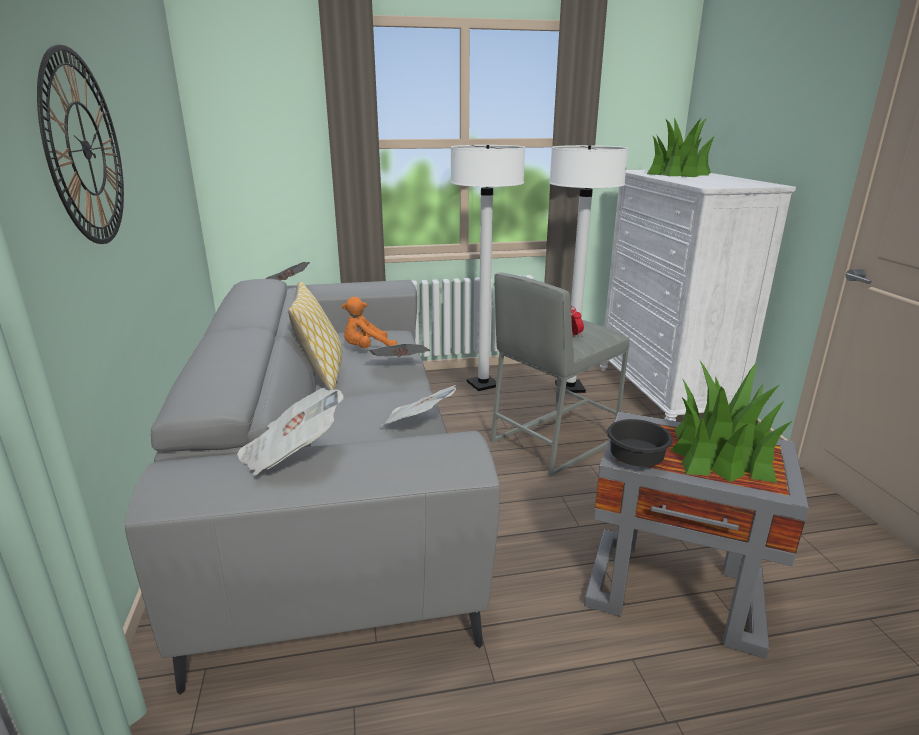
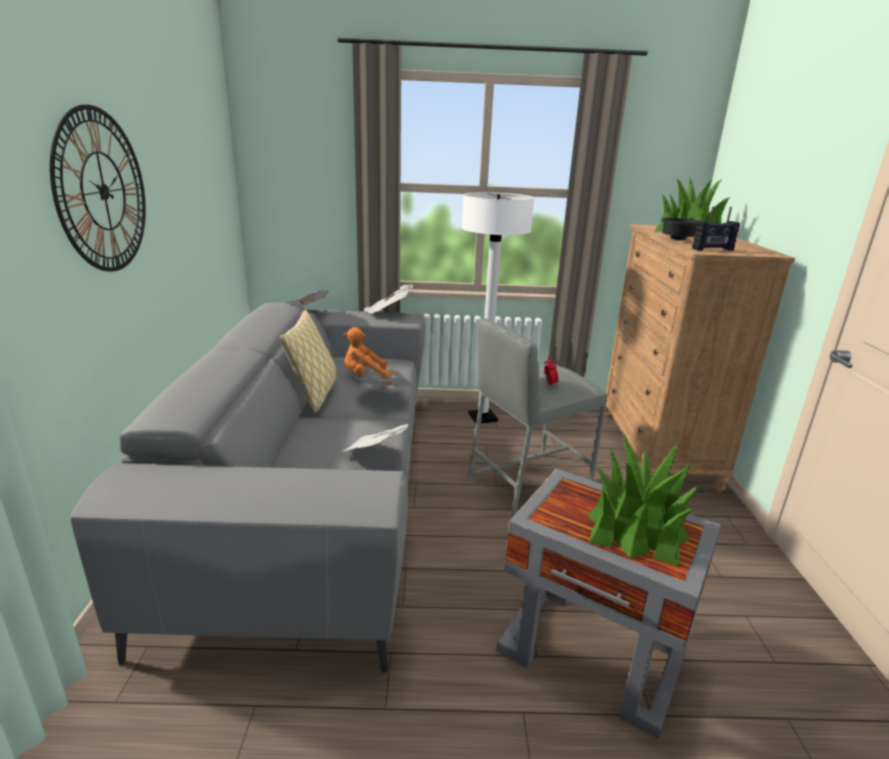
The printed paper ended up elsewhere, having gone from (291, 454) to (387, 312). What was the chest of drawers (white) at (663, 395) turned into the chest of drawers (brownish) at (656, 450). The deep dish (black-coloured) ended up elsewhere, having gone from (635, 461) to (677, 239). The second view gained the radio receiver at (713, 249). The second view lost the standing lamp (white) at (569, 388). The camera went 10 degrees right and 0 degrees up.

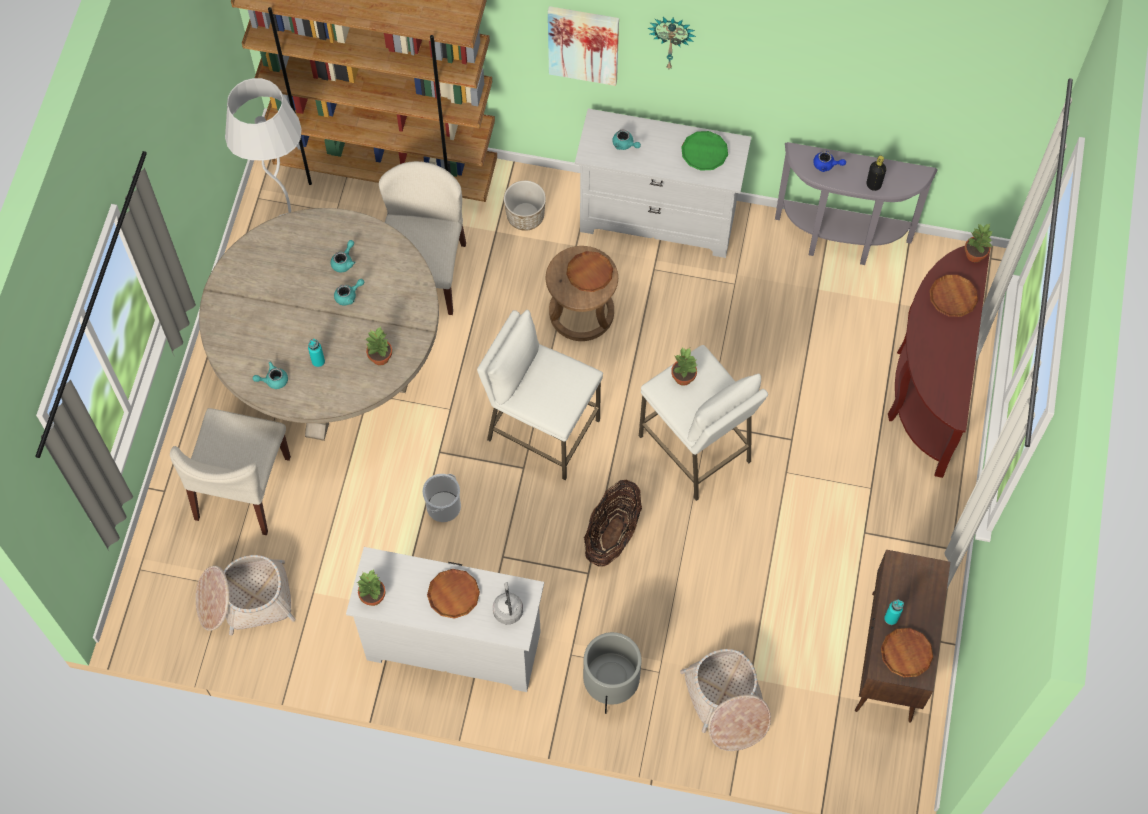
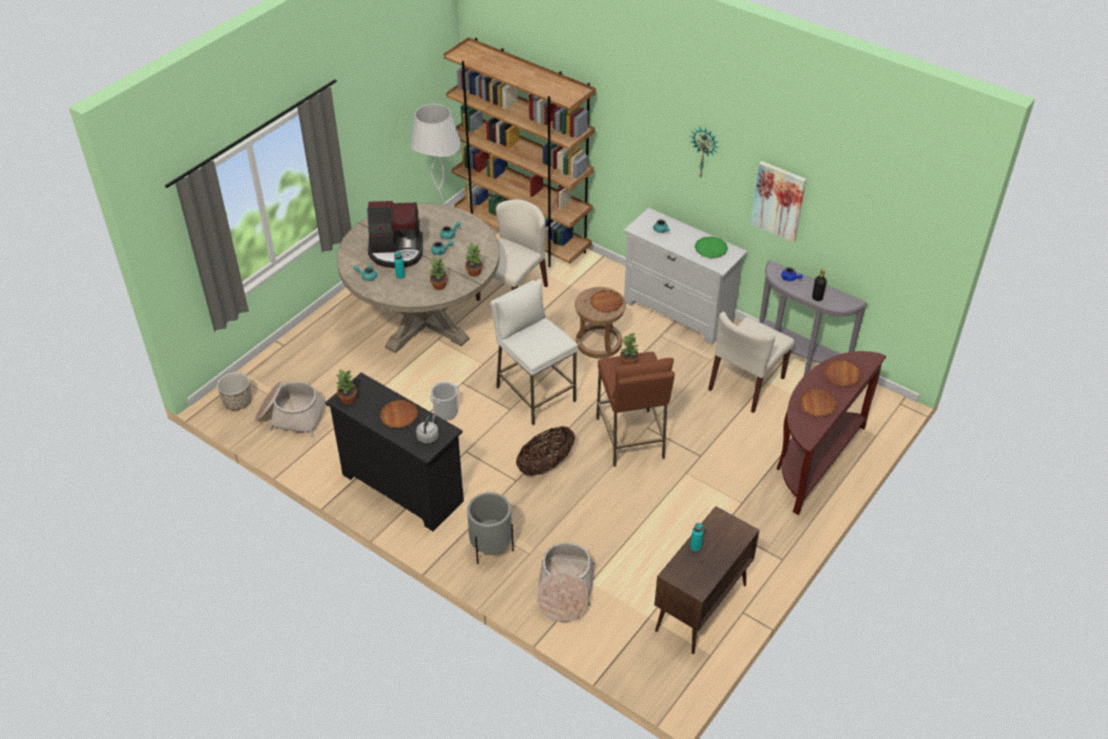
The plant pot ended up elsewhere, having gone from (525, 216) to (238, 401). What was the chest of drawers (white) at (453, 645) turned into the chest of drawers (black-coloured) at (402, 487). The second view gained the coffee maker at (396, 251). The potted plant ended up elsewhere, having gone from (975, 254) to (474, 272). What was the stool (white) at (695, 448) turned into the stool (brownish) at (631, 438). The chair (beige-coloured) ended up elsewhere, having gone from (243, 489) to (746, 384). The wall picture ended up elsewhere, having gone from (583, 44) to (778, 201). The plate (brownish) ended up elsewhere, having gone from (906, 654) to (817, 405). The camera went 25 degrees right and 20 degrees down.

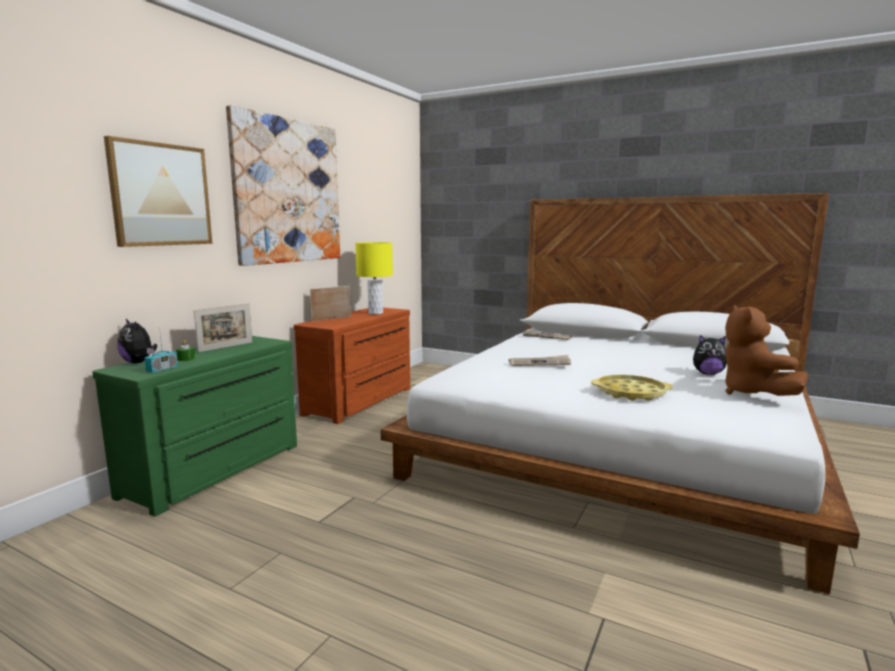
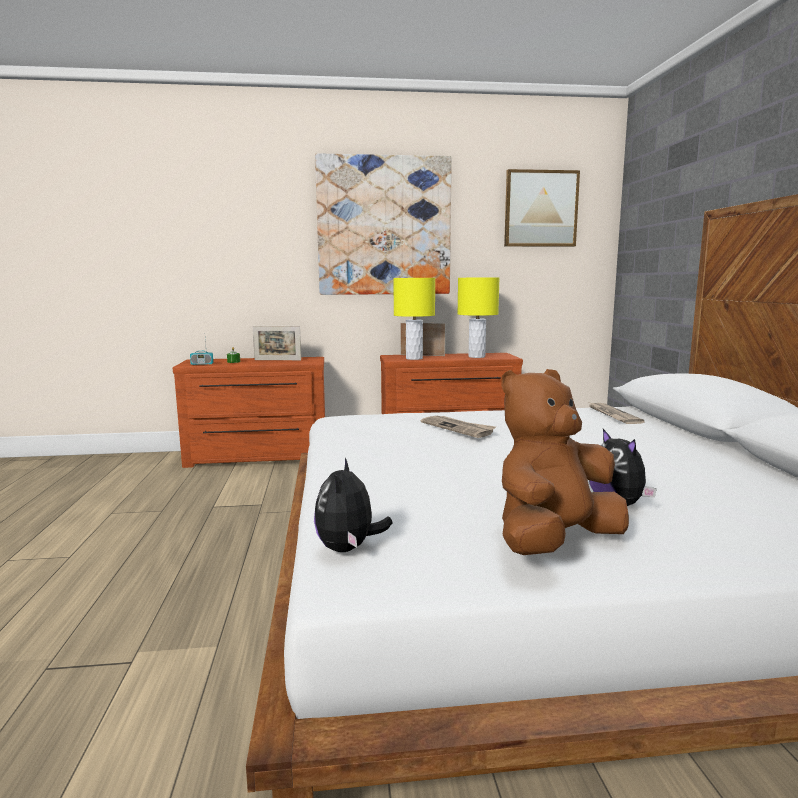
What was the chest of drawers (greenish) at (217, 470) turned into the chest of drawers (brownish) at (257, 458). The plush toy ended up elsewhere, having gone from (139, 362) to (348, 549). The second view gained the lamp for a table (yellowish) at (414, 358). The wall picture ended up elsewhere, having gone from (160, 195) to (540, 209). The second view lost the carrying tray (yellowish) at (630, 393). The camera went 55 degrees right and 0 degrees up.

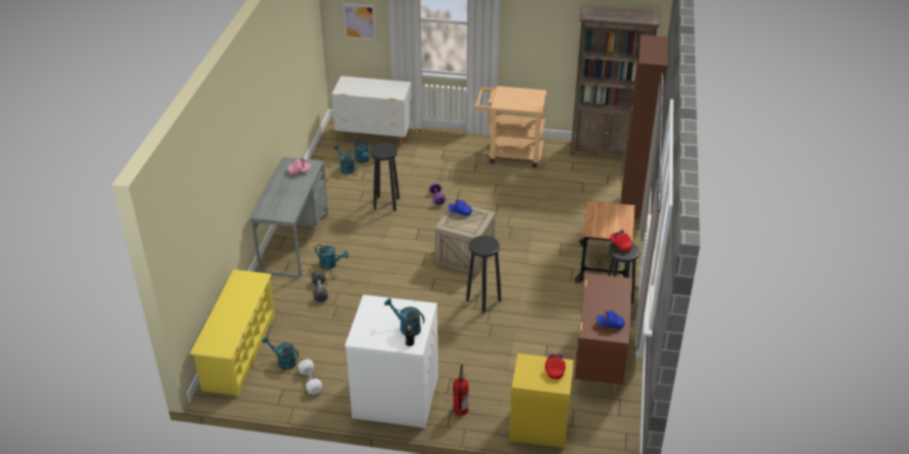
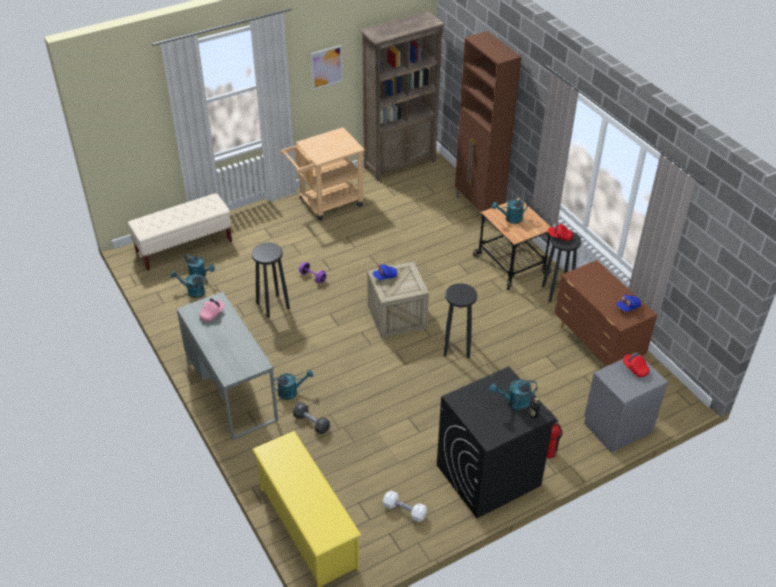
Where the chest of drawers (white) stood at (375, 137), the indoor bench (beige-coloured) came to stand at (184, 247). The wall picture ended up elsewhere, having gone from (359, 21) to (326, 67). What was the laundry machine (white) at (395, 396) turned into the laundry machine (black-coloured) at (488, 476). The sprinkling can (turquoise-coloured) ended up elsewhere, having gone from (283, 361) to (510, 219). What was the night table (yellowish) at (539, 426) turned into the night table (greyish) at (617, 426). The camera went 40 degrees left and 5 degrees up.

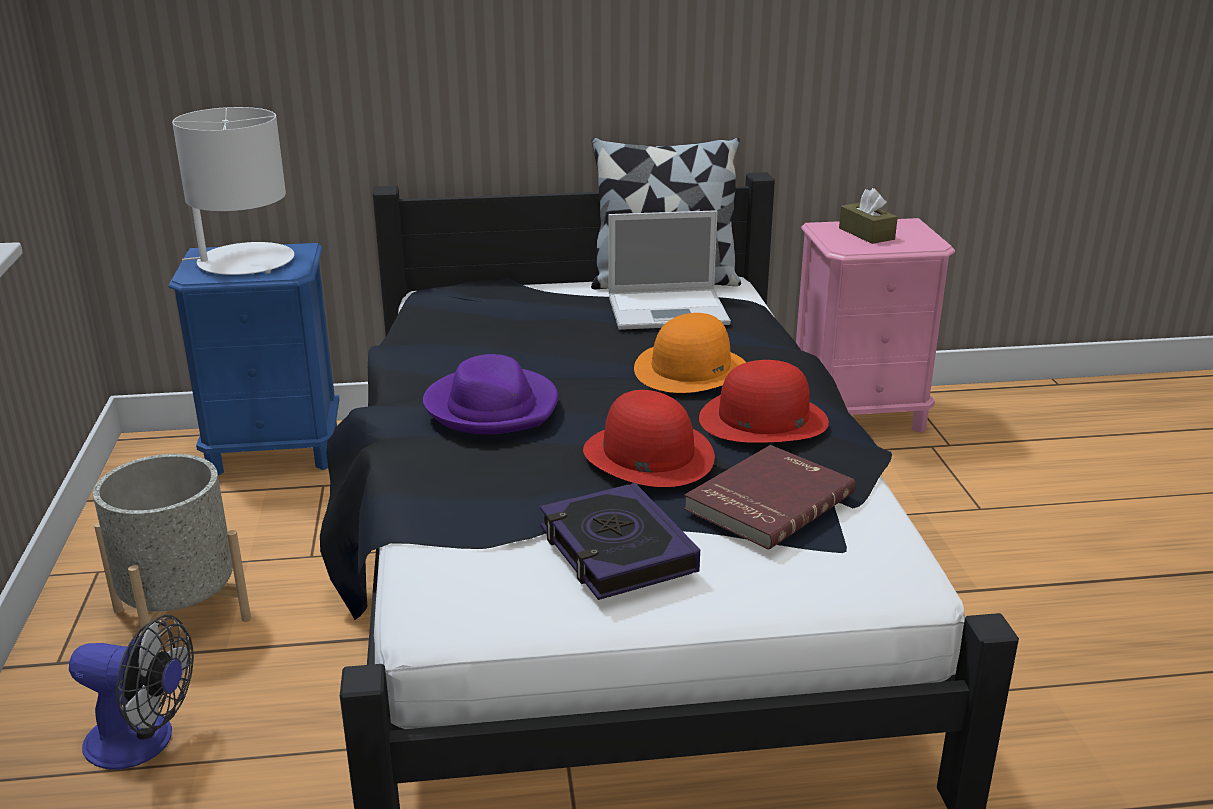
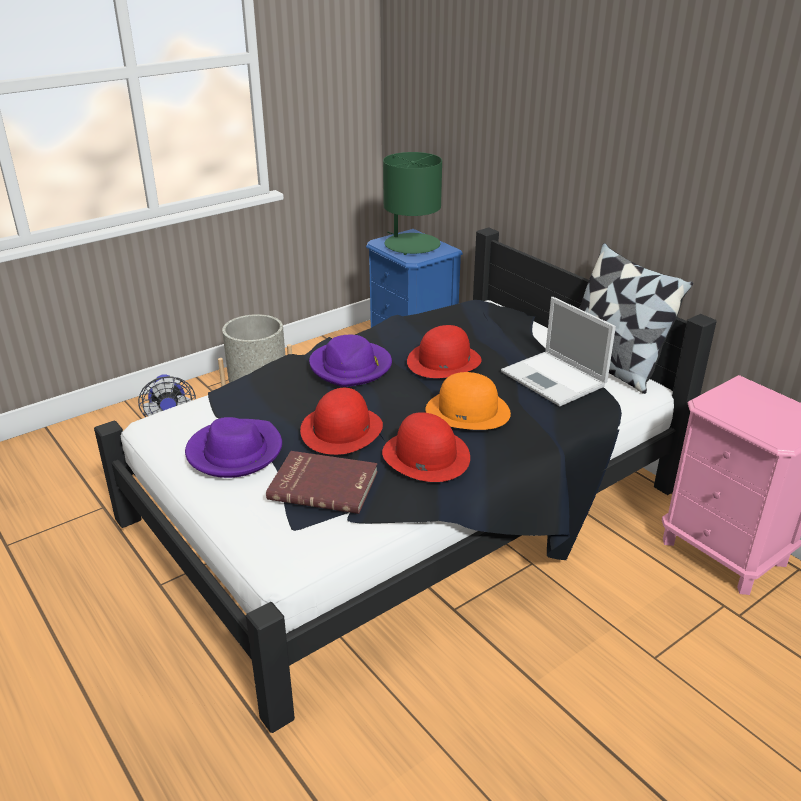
Where the book stood at (616, 550), the clothing hat (purple-coloured) came to stand at (234, 452). What was the lamp for a table (white) at (244, 262) turned into the lamp for a table (greenish) at (411, 245). The second view gained the clothing hat (reddish) at (444, 361). The second view lost the box of tissues (brownish) at (866, 234). The camera went 60 degrees right and 5 degrees up.

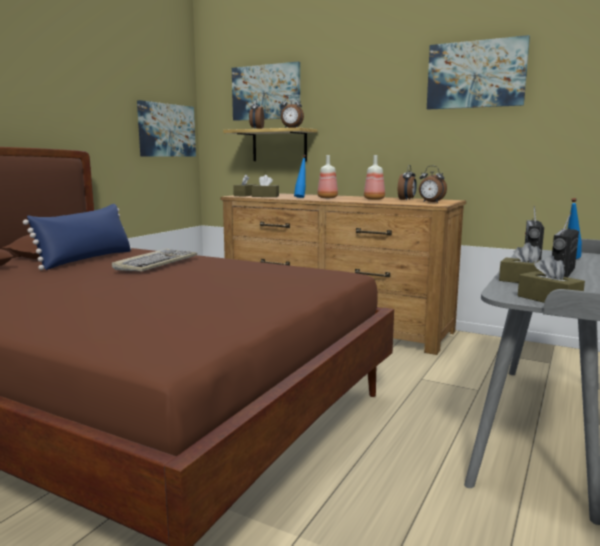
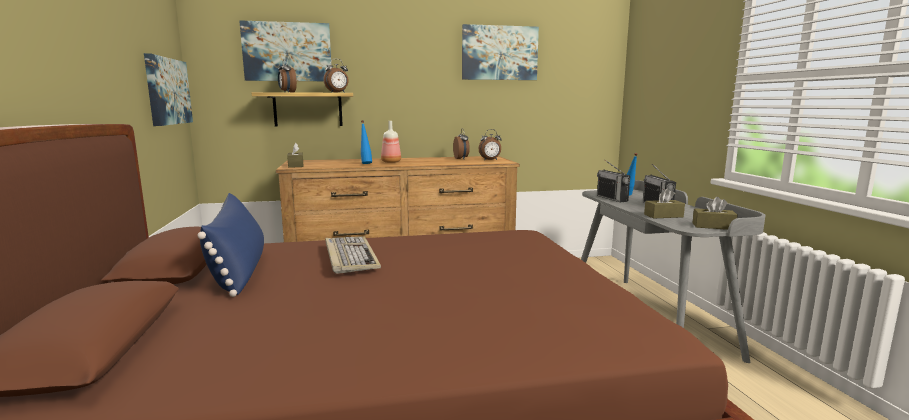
The second view lost the box of tissues (brownish) at (265, 196). The second view lost the drink bottle at (374, 199). The camera went 40 degrees left and 0 degrees up.

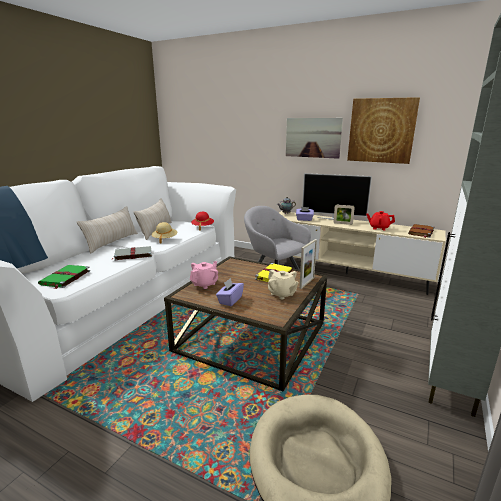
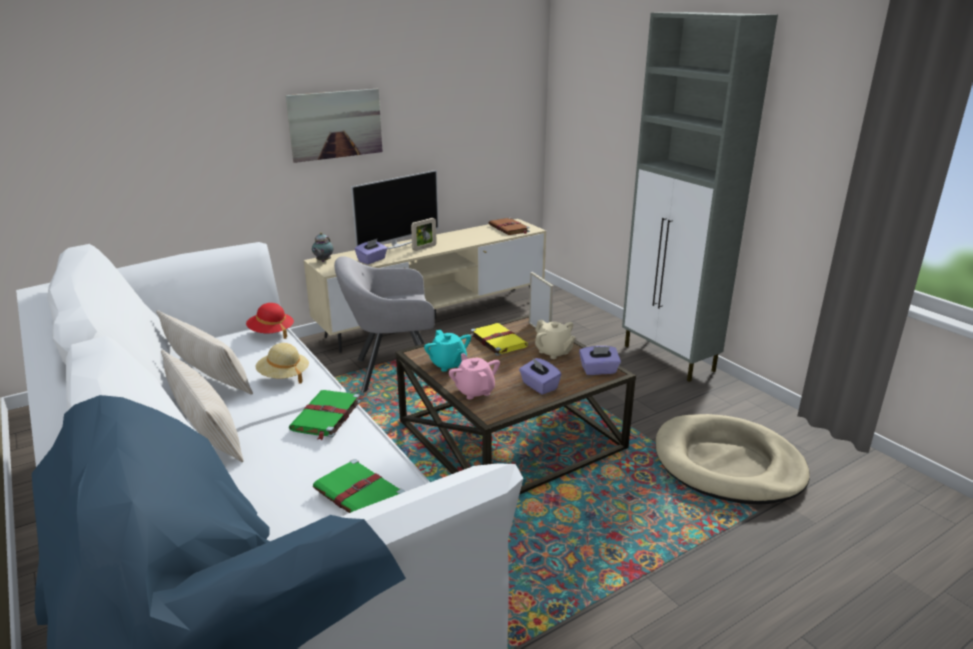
What was the book (greyish) at (132, 254) turned into the book (greenish) at (325, 416). The second view gained the tea pot (turquoise-coloured) at (448, 364). The tea pot (beige-coloured) at (282, 294) ended up facing another way, 60 degrees clockwise from before. The second view gained the box of tissues (purple-coloured) at (599, 370). The second view lost the wall picture at (381, 130). The second view lost the tea pot (reddish) at (379, 228). The camera went 60 degrees left and 5 degrees up.

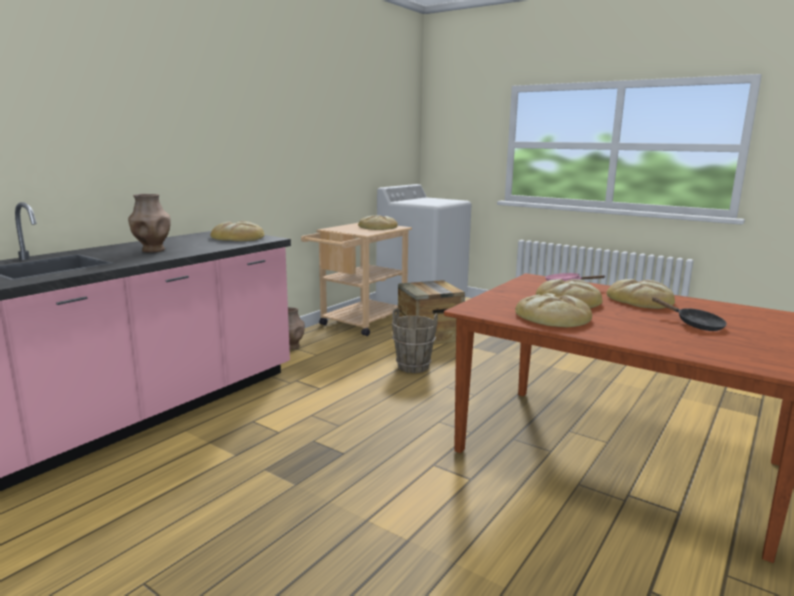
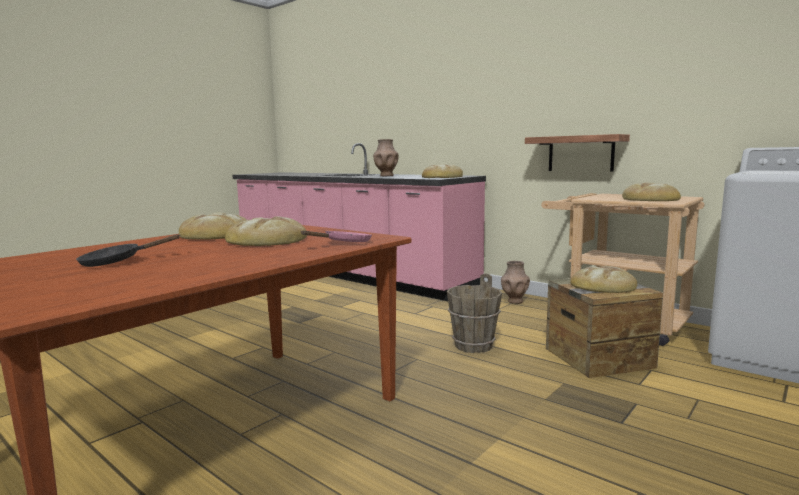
The second view gained the wall shelf at (580, 153). The bread ended up elsewhere, having gone from (640, 299) to (603, 285). The camera went 95 degrees right and 5 degrees down.

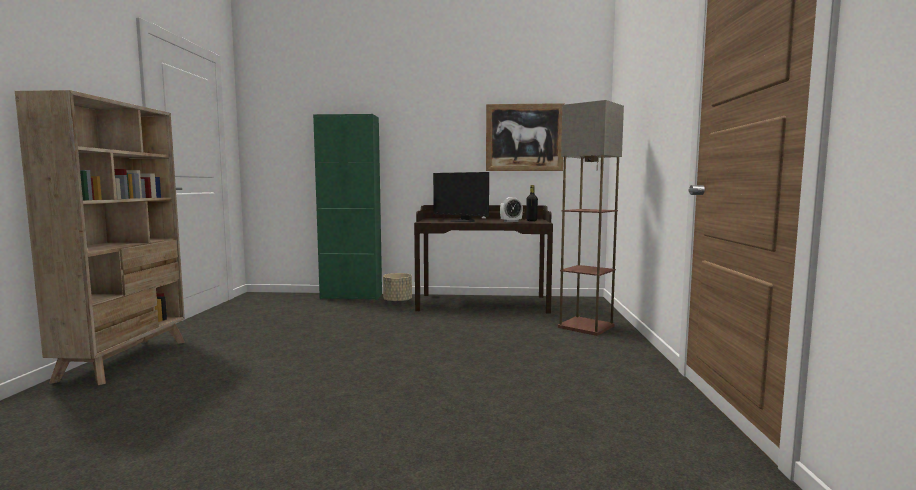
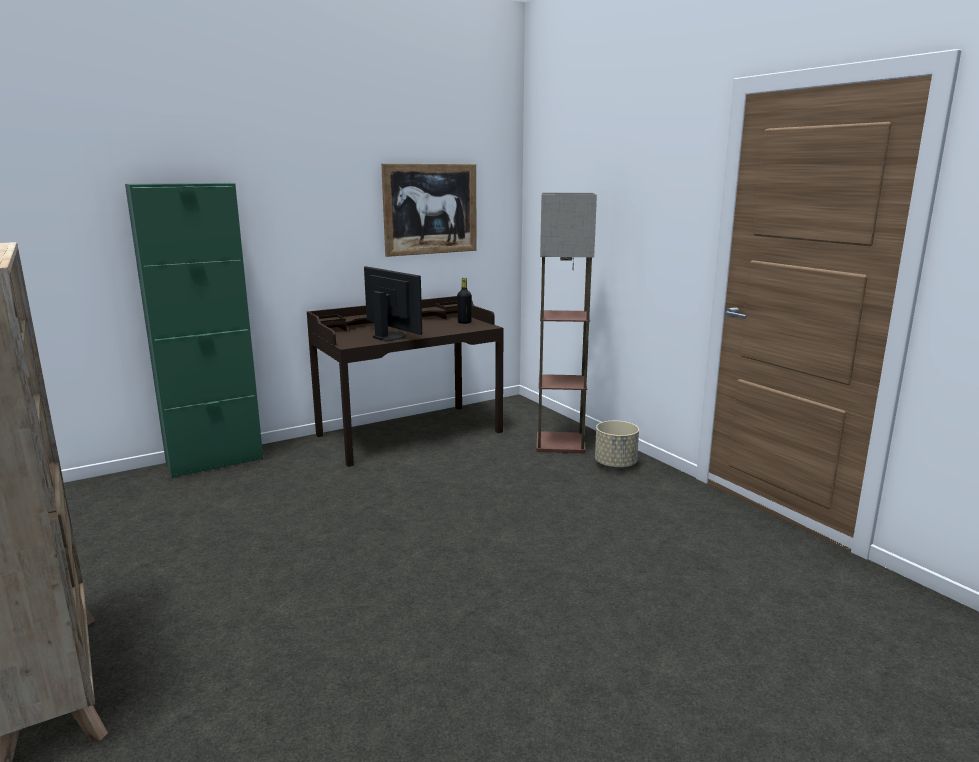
The computer screen at (461, 221) ended up facing another way, 135 degrees counterclockwise from before. The plant pot (beige-coloured) ended up elsewhere, having gone from (398, 302) to (615, 464). The second view lost the alarm clock at (511, 221). The camera went 35 degrees left and 10 degrees up.

